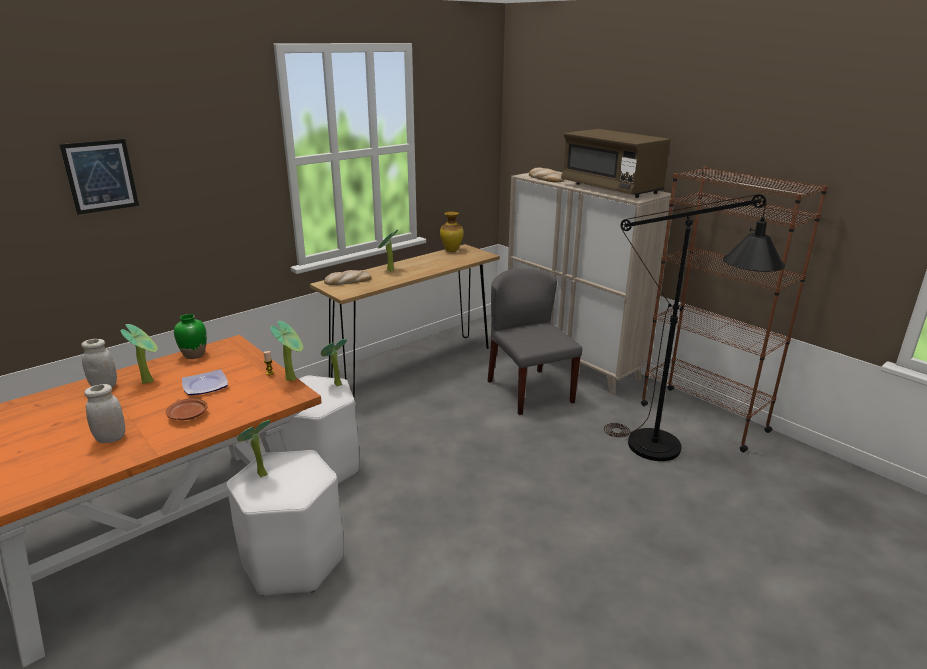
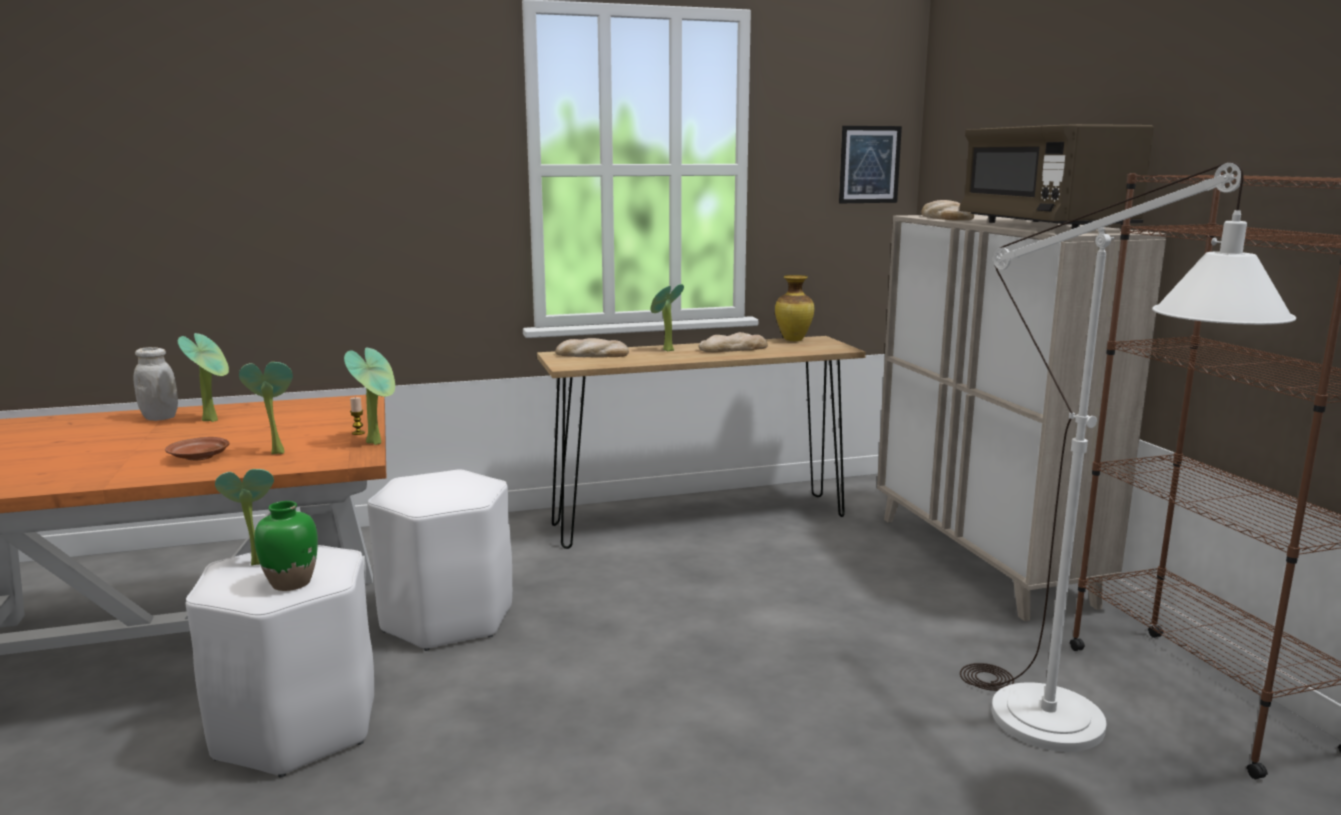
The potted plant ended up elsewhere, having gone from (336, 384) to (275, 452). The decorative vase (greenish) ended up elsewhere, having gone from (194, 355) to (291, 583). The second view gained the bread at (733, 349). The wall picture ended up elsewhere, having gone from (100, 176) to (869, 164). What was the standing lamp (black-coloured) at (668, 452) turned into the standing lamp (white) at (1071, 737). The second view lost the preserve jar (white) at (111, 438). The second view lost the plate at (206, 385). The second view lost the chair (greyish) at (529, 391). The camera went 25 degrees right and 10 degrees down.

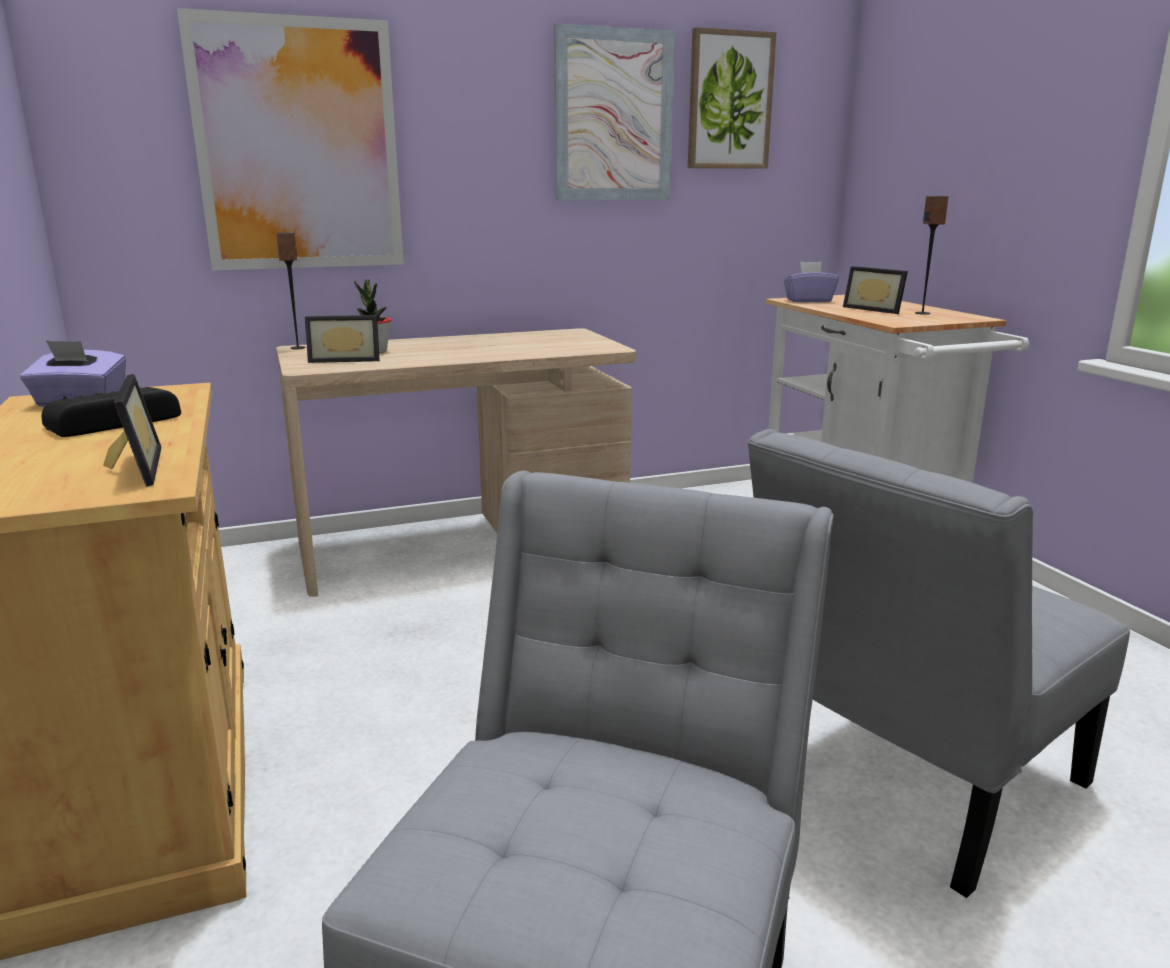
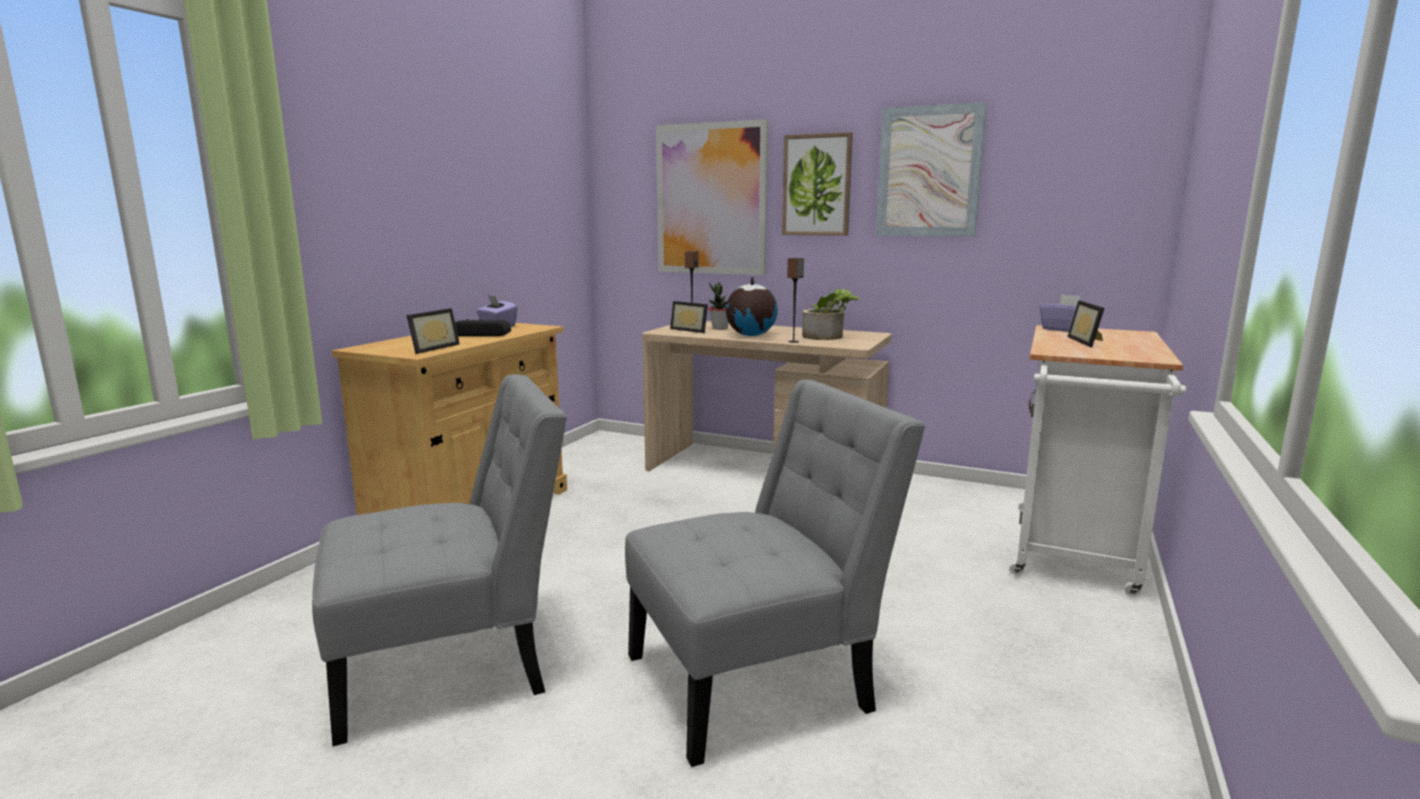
The chair (greyish) at (908, 782) ended up facing another way, 150 degrees clockwise from before. The second view gained the world globe at (750, 335). The wall picture ended up elsewhere, having gone from (729, 101) to (817, 185). The speaker ended up elsewhere, having gone from (922, 313) to (793, 341). The second view gained the potted plant at (828, 336). The camera went 45 degrees right and 5 degrees down.

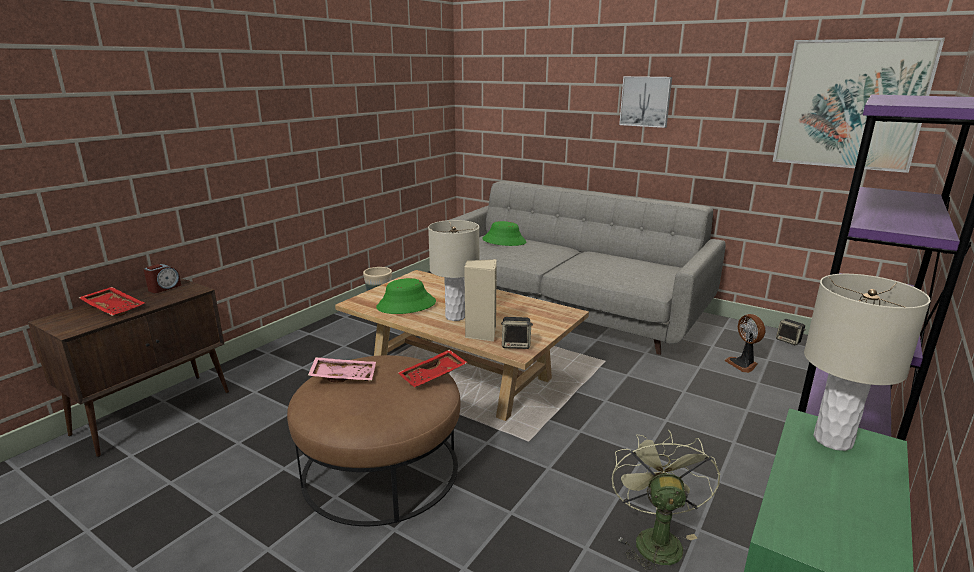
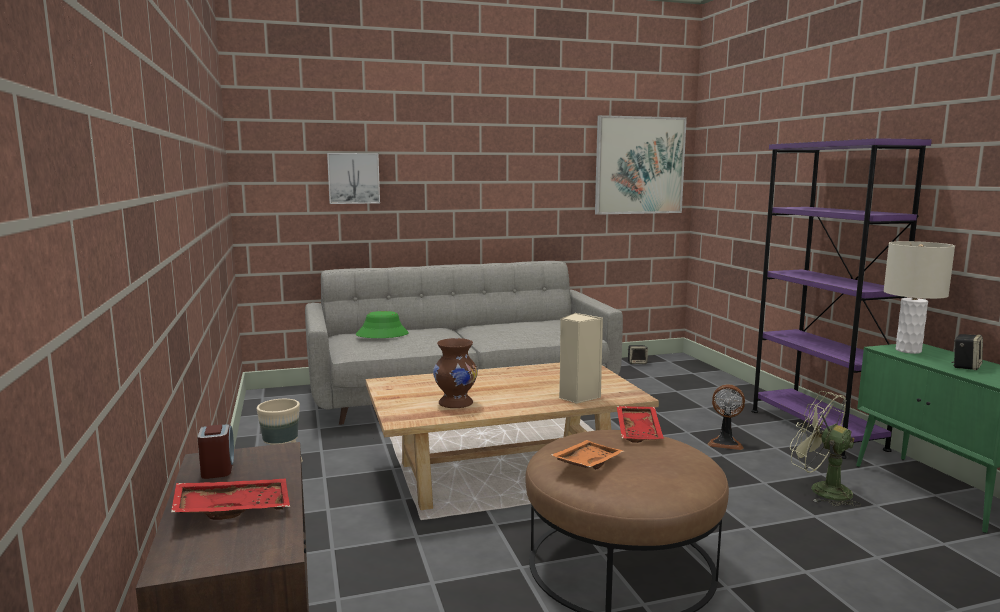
The wall picture ended up elsewhere, having gone from (645, 101) to (353, 178). Where the clothing hat (greenish) stood at (406, 305), the decorative vase (brownish) came to stand at (456, 404). What was the carrying tray (pinkish) at (344, 376) turned into the carrying tray (orange-coloured) at (586, 463). The electric fan ended up elsewhere, having gone from (743, 364) to (725, 443). The speaker ended up elsewhere, having gone from (516, 345) to (965, 366). The second view lost the lamp for a table (beige-coloured) at (455, 316). The camera went 50 degrees left and 10 degrees down.

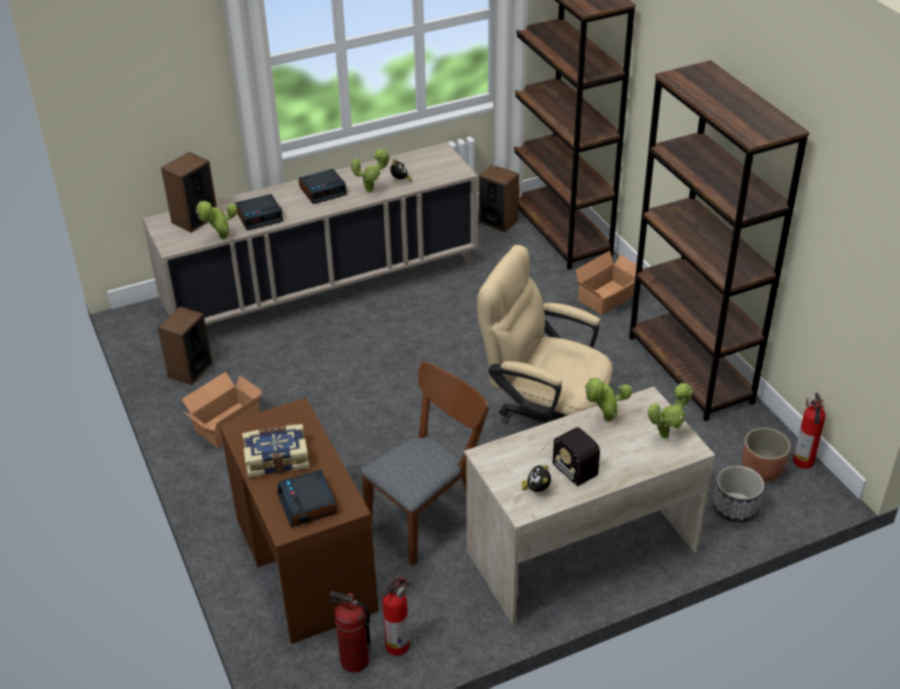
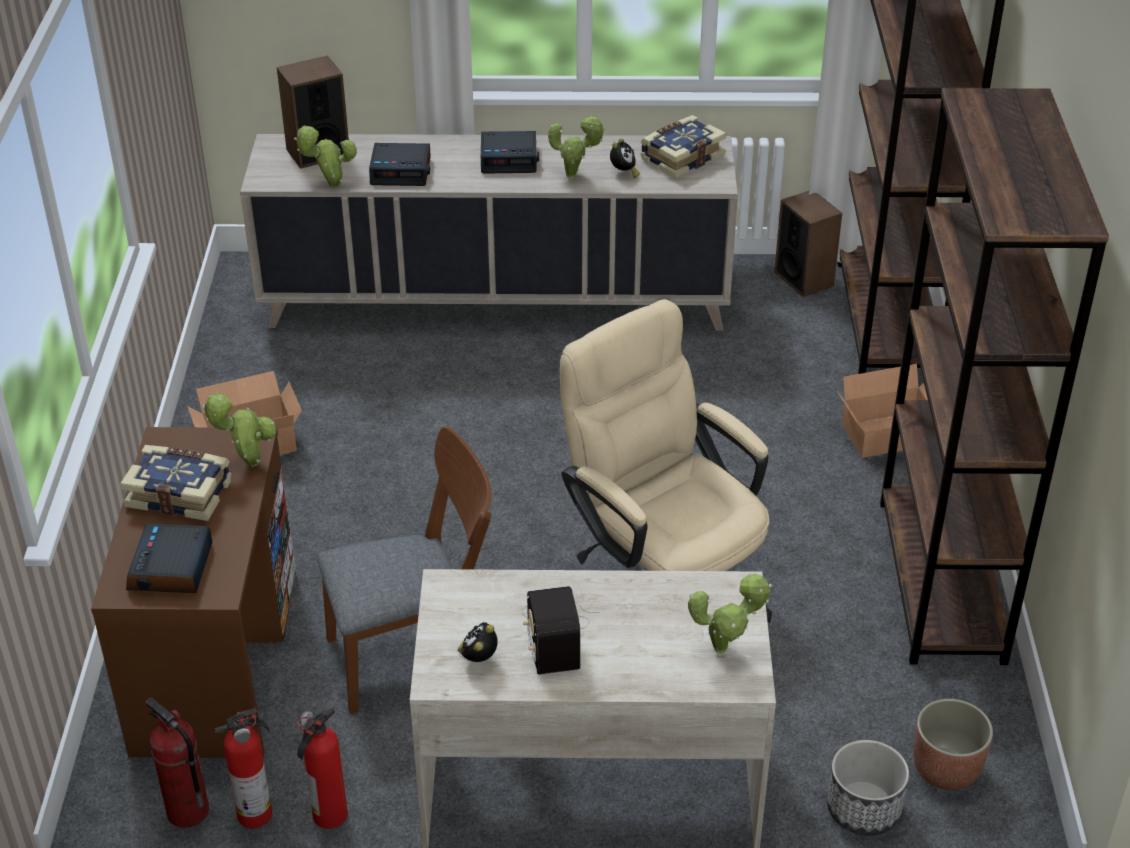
The potted plant ended up elsewhere, having gone from (604, 420) to (248, 463). The fire-fighting cylinder ended up elsewhere, having gone from (803, 462) to (328, 816). The second view gained the book at (681, 157). The second view lost the speaker at (190, 370). The camera went 25 degrees right and 0 degrees up.

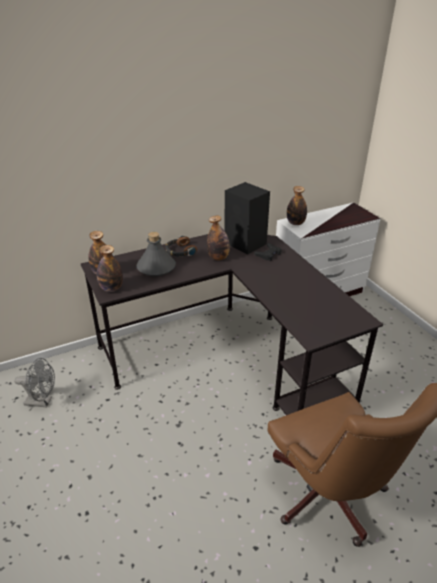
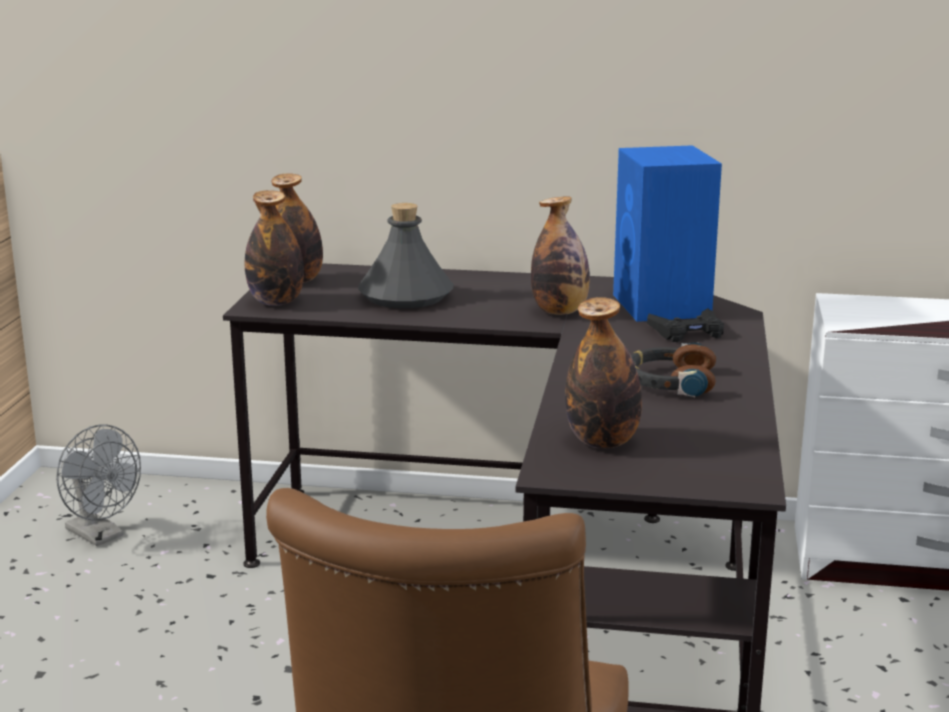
The drink bottle ended up elsewhere, having gone from (295, 223) to (602, 442). What was the speaker (black-coloured) at (246, 243) turned into the speaker (blue-coloured) at (662, 306). The pair of headphones ended up elsewhere, having gone from (180, 251) to (670, 381). The camera went 35 degrees right and 15 degrees down.

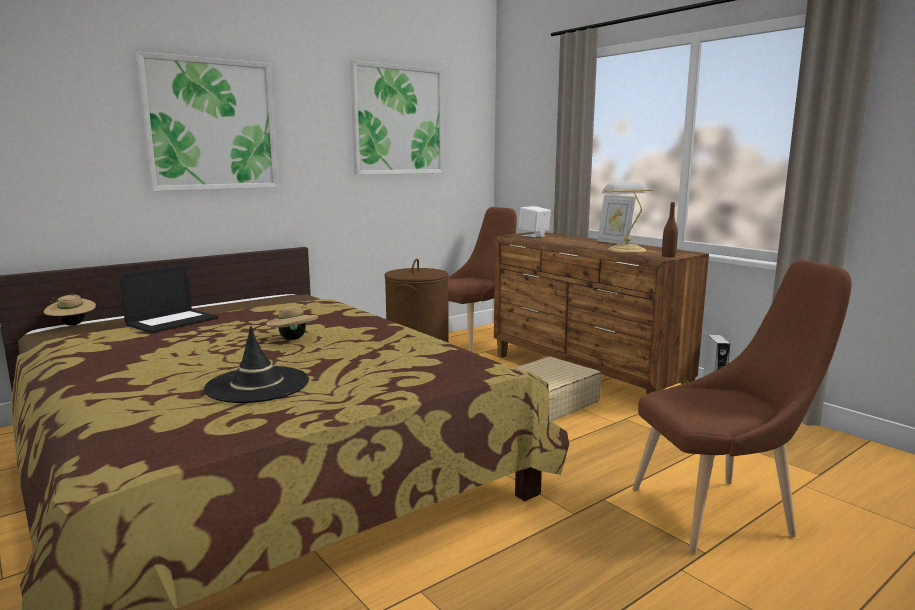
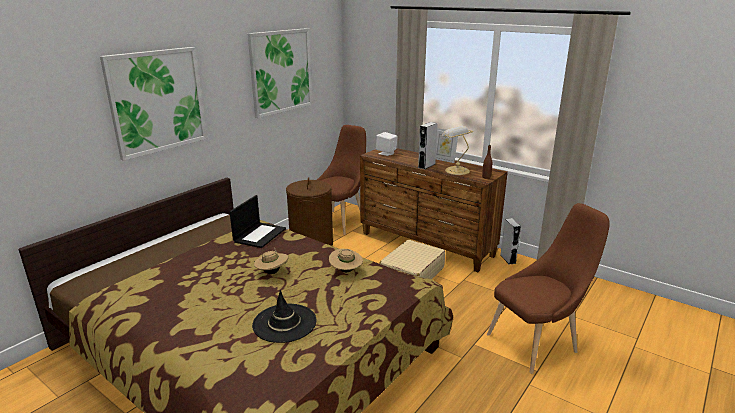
The laptop ended up elsewhere, having gone from (172, 321) to (259, 235). The clothing hat (beige-coloured) ended up elsewhere, having gone from (72, 325) to (346, 271). The second view gained the speaker (greyish) at (426, 165). The camera went 15 degrees left and 10 degrees up.

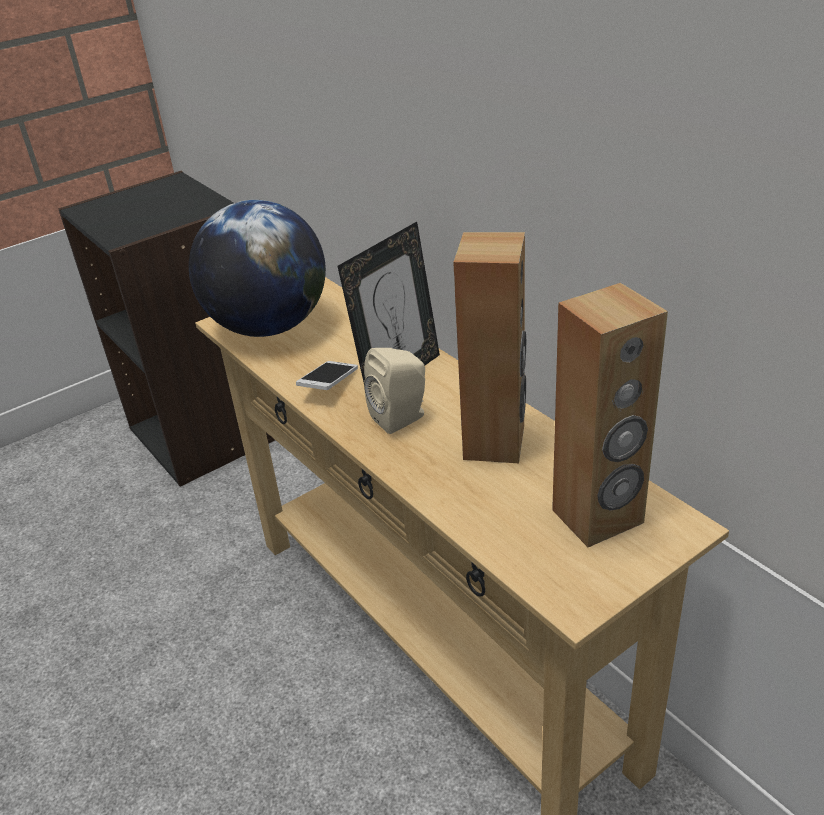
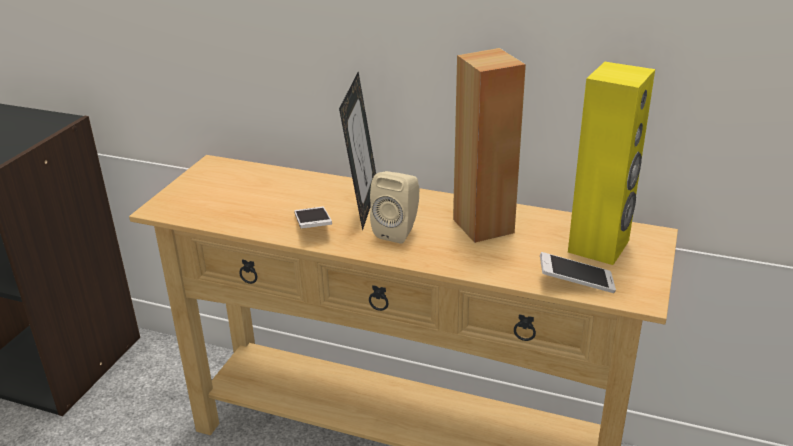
The second view gained the phone at (576, 282). What was the speaker (brownish) at (598, 517) turned into the speaker (yellowish) at (599, 246). The second view lost the world globe at (269, 327). The camera went 35 degrees left and 5 degrees down.

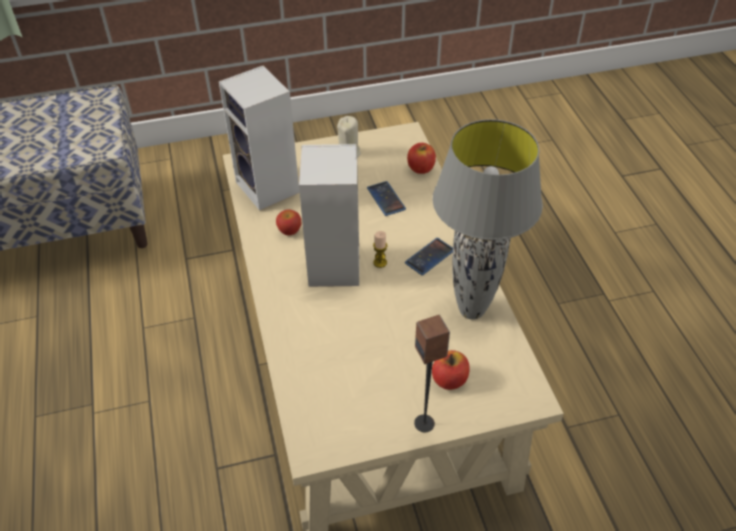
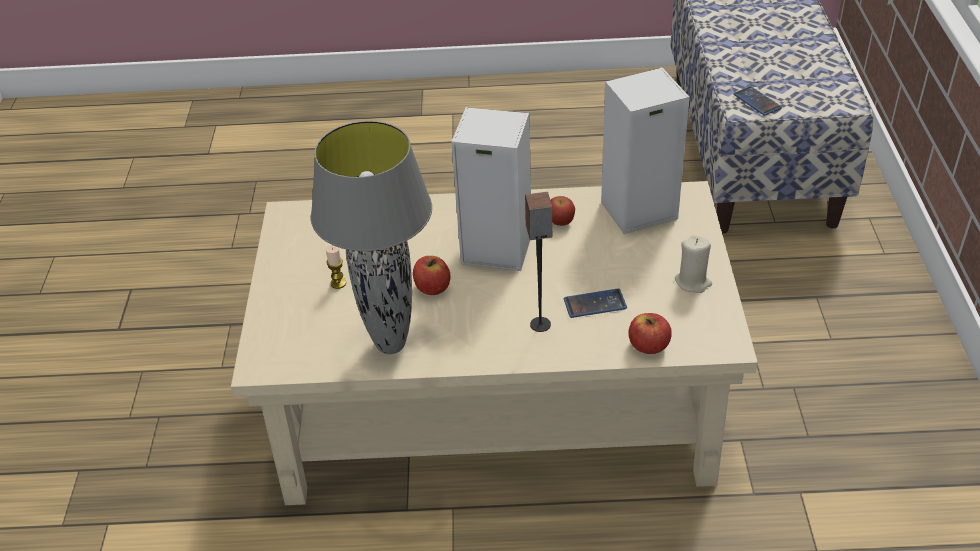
The candle ended up elsewhere, having gone from (380, 262) to (338, 283). The apple ended up elsewhere, having gone from (449, 380) to (432, 288). The speaker ended up elsewhere, having gone from (424, 423) to (540, 325). The phone ended up elsewhere, having gone from (429, 257) to (757, 101). The camera went 105 degrees right and 5 degrees down.

